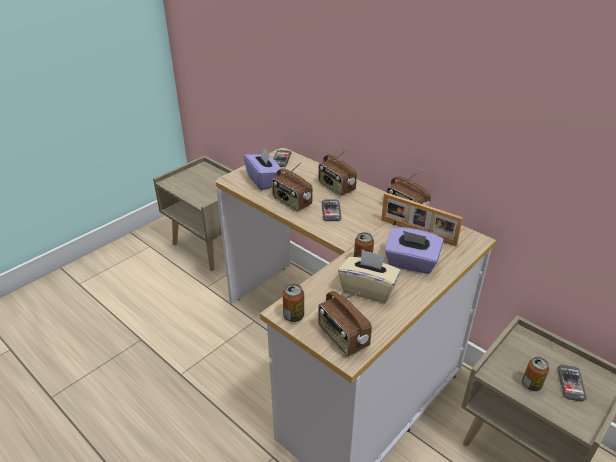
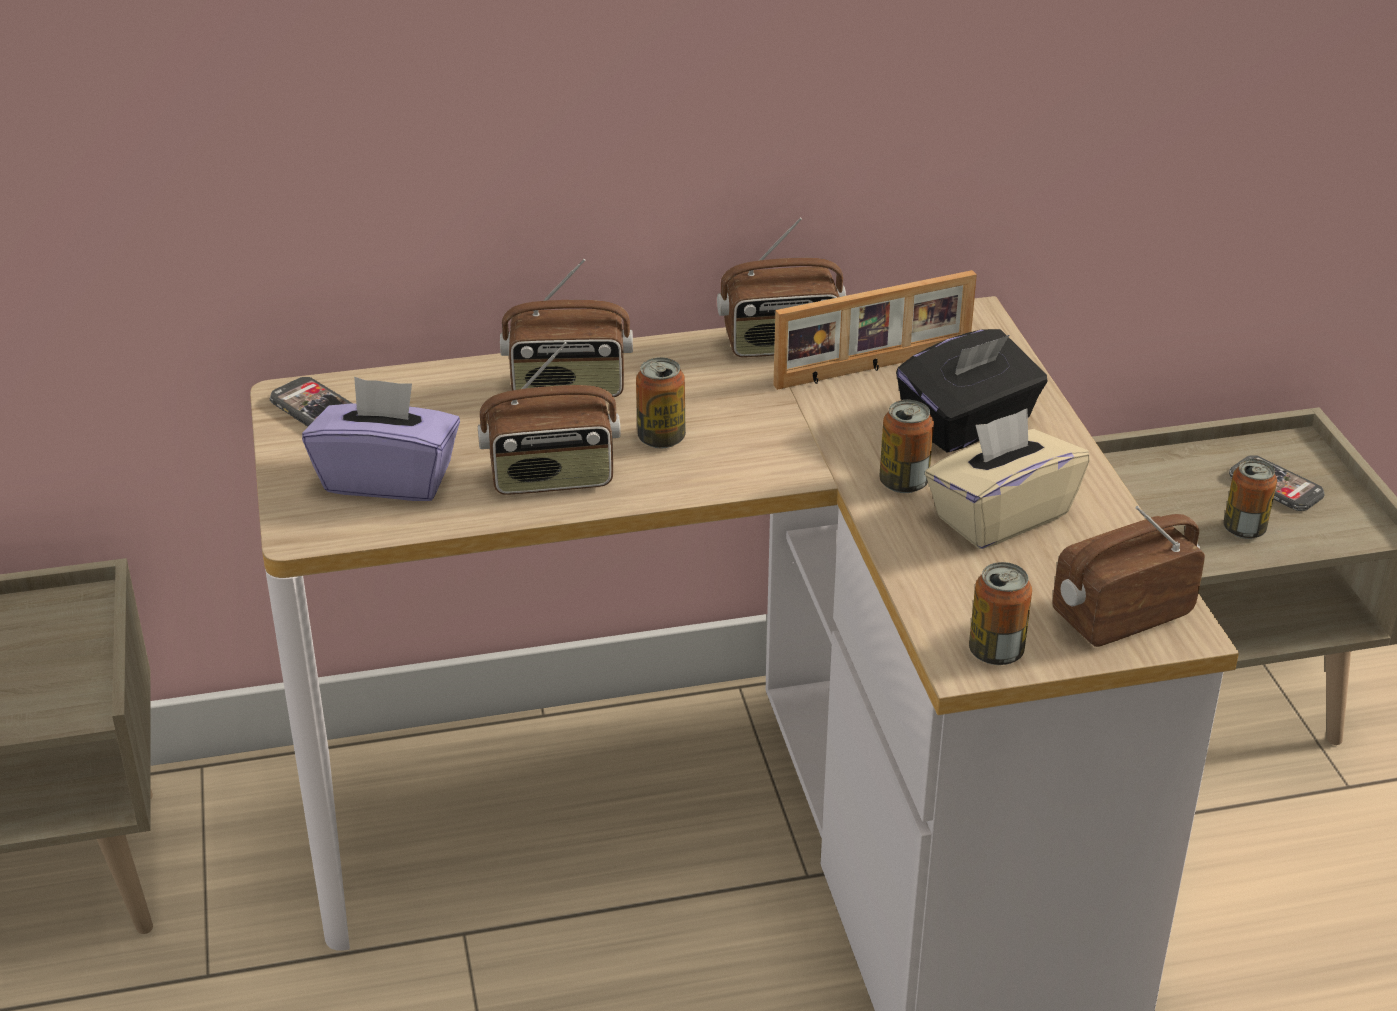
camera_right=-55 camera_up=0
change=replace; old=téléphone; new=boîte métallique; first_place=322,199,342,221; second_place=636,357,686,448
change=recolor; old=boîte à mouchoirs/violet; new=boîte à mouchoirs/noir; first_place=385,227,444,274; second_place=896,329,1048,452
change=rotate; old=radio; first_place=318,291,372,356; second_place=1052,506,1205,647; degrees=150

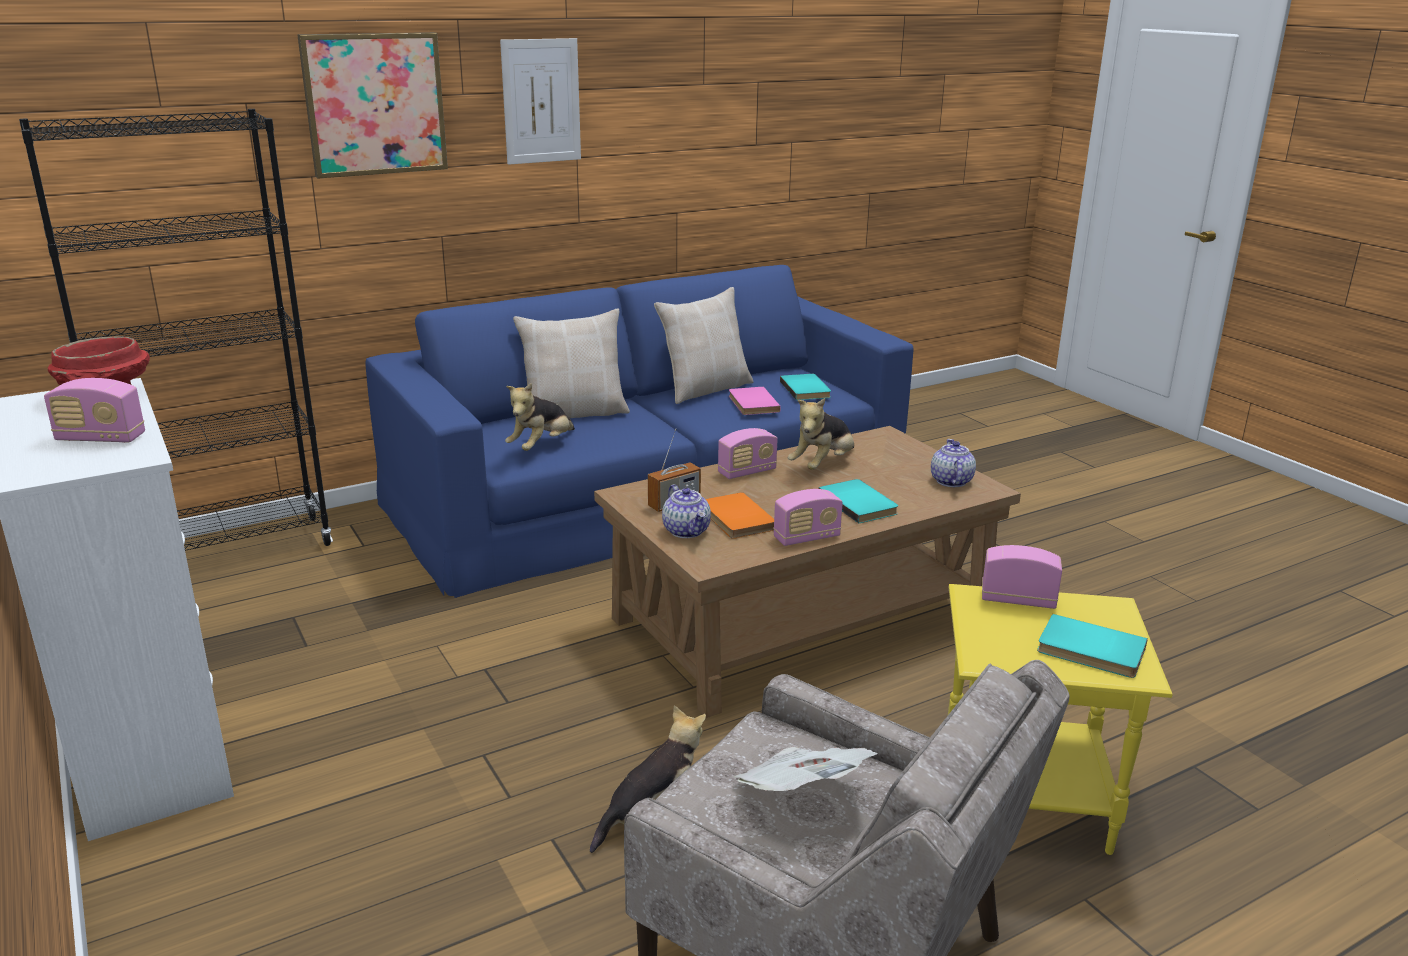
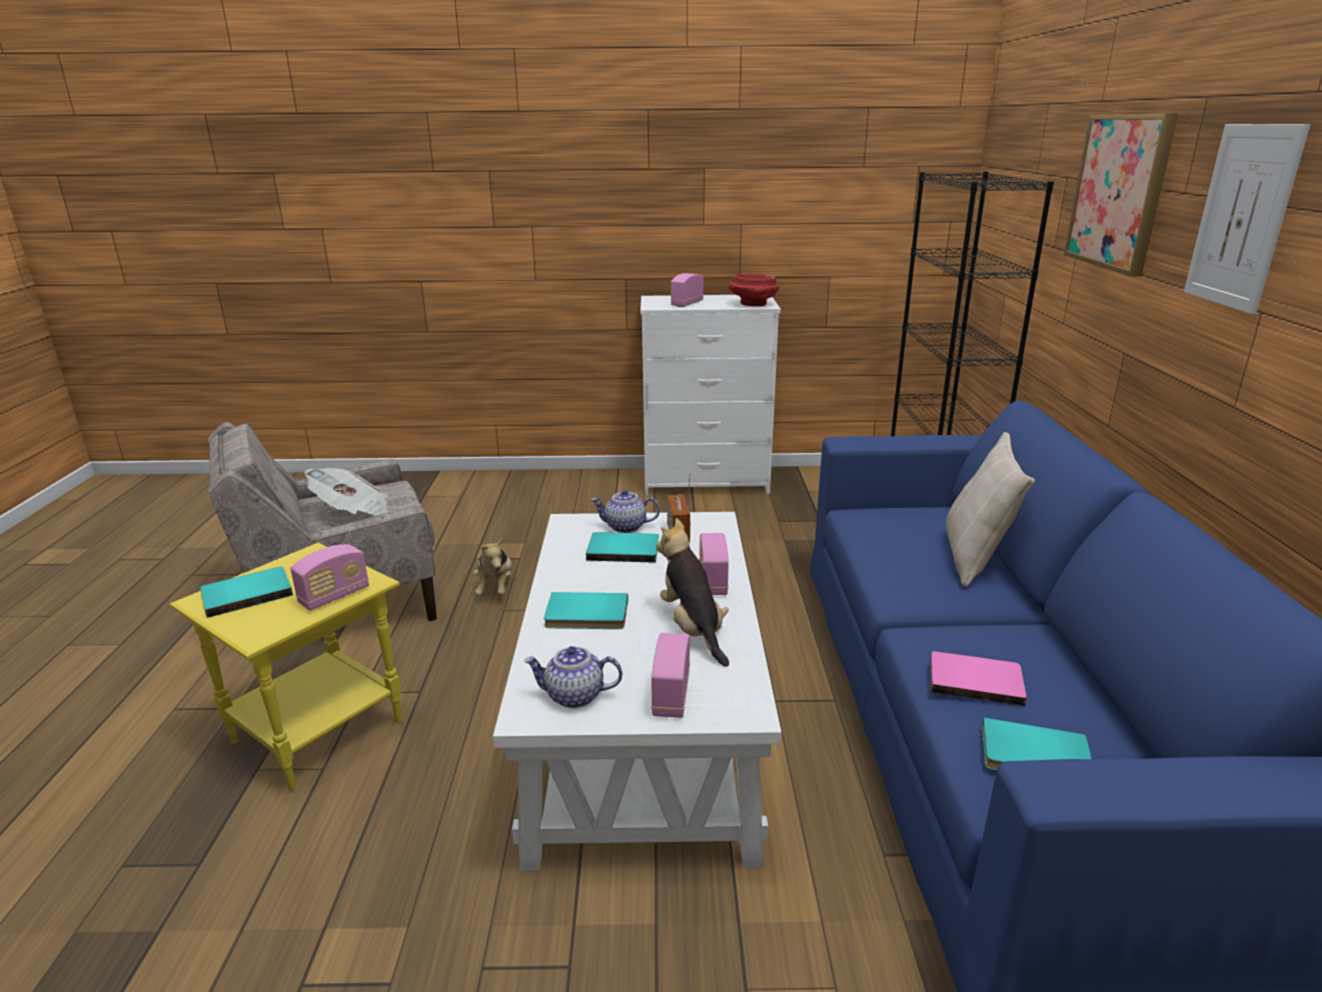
camera_right=120 camera_up=0
change=delete; old=peluche; first_place=505,383,575,451
change=delete; old=coussin/beige; first_place=654,287,754,404
change=move; old=radio; first_place=773,489,843,546; second_place=651,633,690,718
change=recolor; old=table basse/marron; new=table basse/blanc; first_place=594,426,1021,718; second_place=493,512,782,871
change=recolor; old=livre/orange; new=livre/turquoise; first_place=705,492,774,539; second_place=586,532,659,563
change=rotate; old=théière; first_place=931,439,976,487; second_place=524,646,622,708; degrees=150

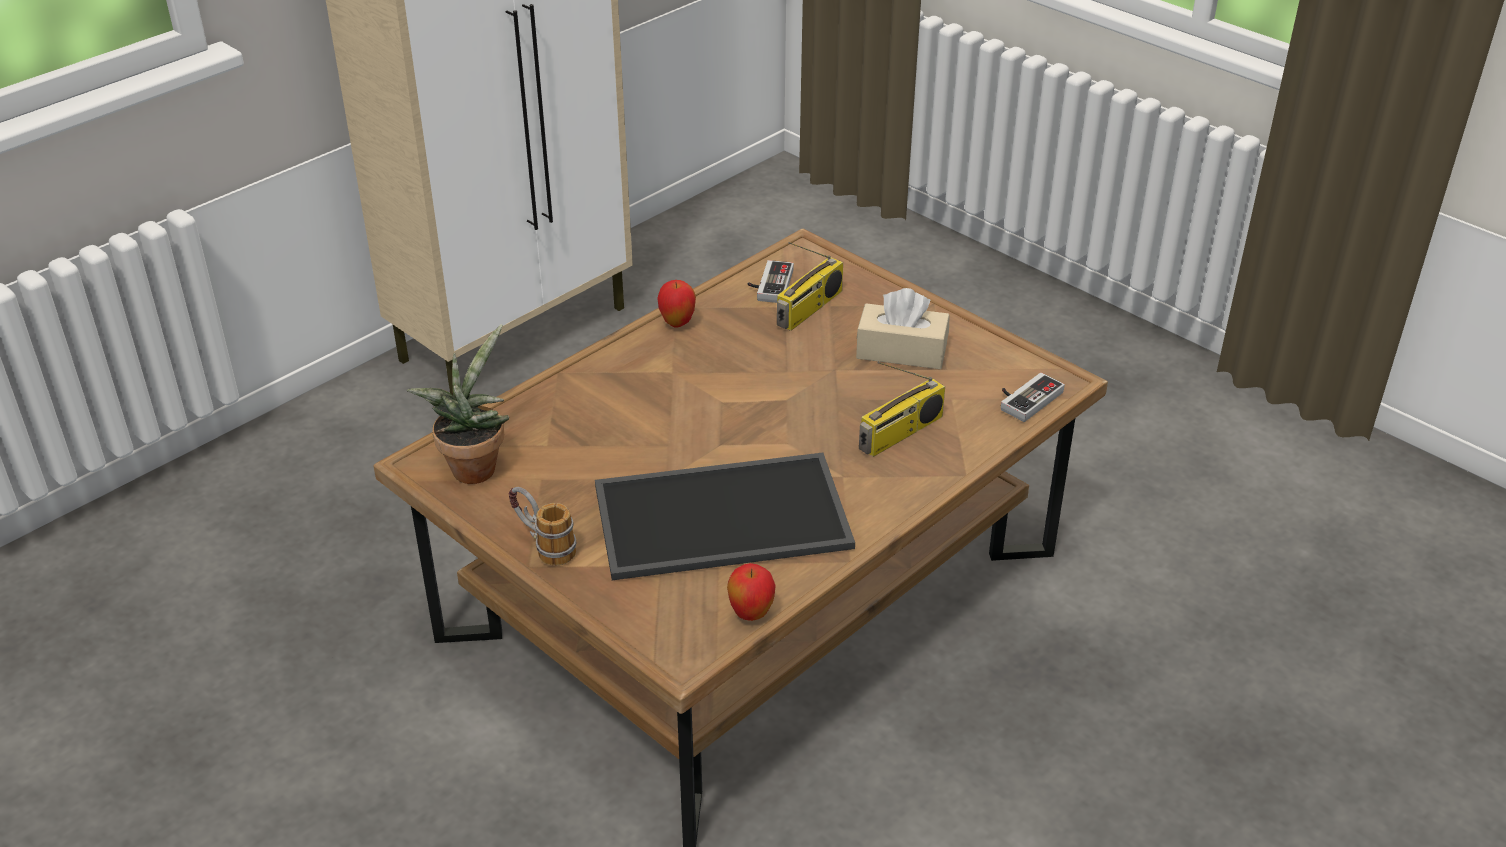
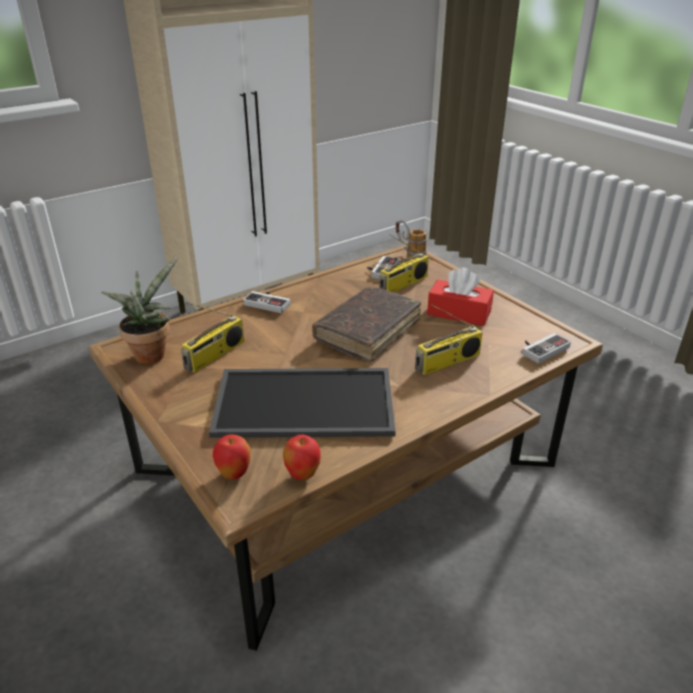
camera_right=10 camera_up=-5
change=insert; new=radio; second_place=181,302,244,373
change=insert; new=manette; second_place=243,291,290,313
change=insert; new=livre/marron; second_place=312,287,422,362
change=move; old=mug; first_place=509,487,576,565; second_place=396,220,427,258
change=move; old=pomme; first_place=657,280,696,327; second_place=213,434,251,480
change=recolor; old=boîte à mouchoirs/beige; new=boîte à mouchoirs/rouge; first_place=856,288,950,369; second_place=427,268,494,326

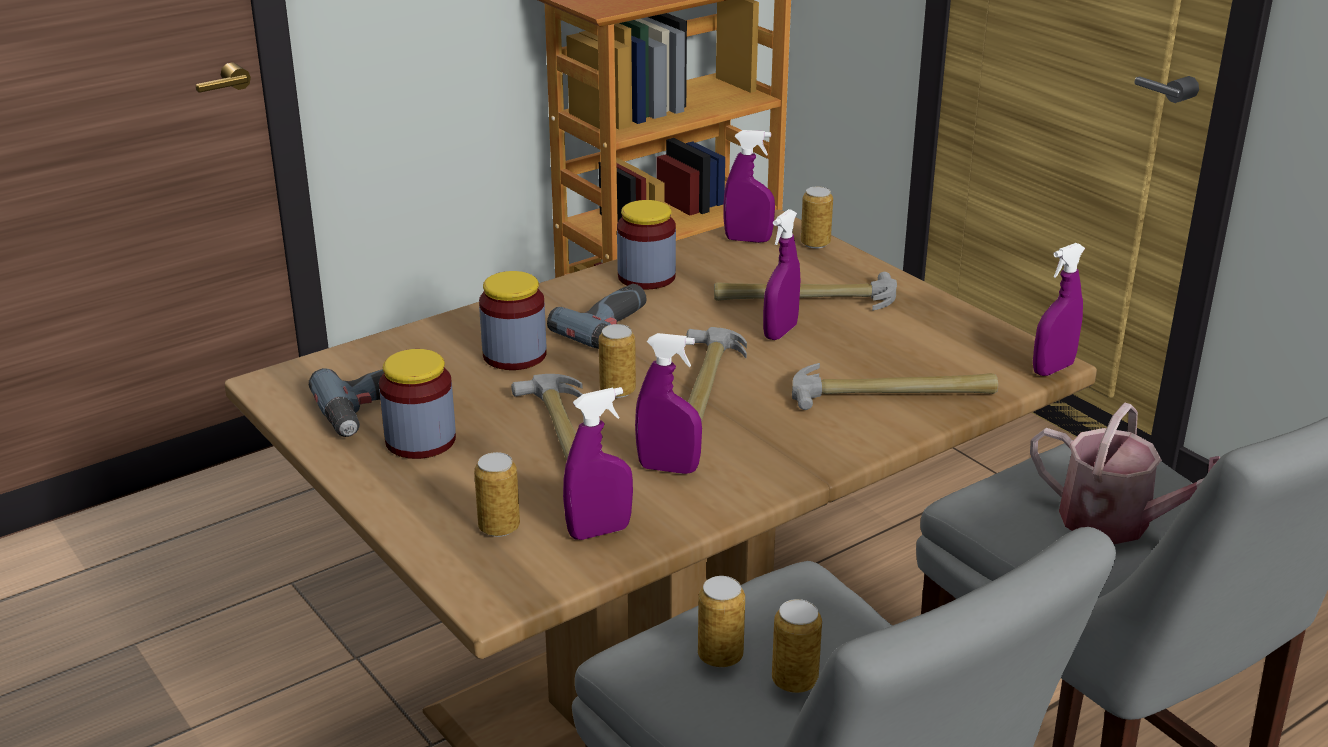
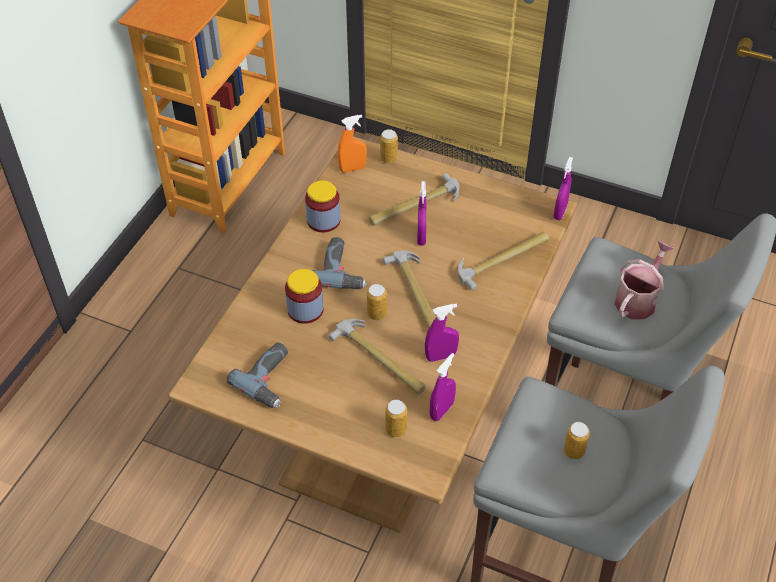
camera_right=-30 camera_up=20
change=delete; old=bocal; first_place=379,349,456,459
change=delete; old=boîte métallique; first_place=698,576,745,668
change=recolor; old=vaporisateur/violet; new=vaporisateur/orange; first_place=723,130,775,243; second_place=337,115,367,173
change=rotate; old=arrosoir; first_place=1030,403,1221,544; second_place=614,240,675,319; degrees=-60

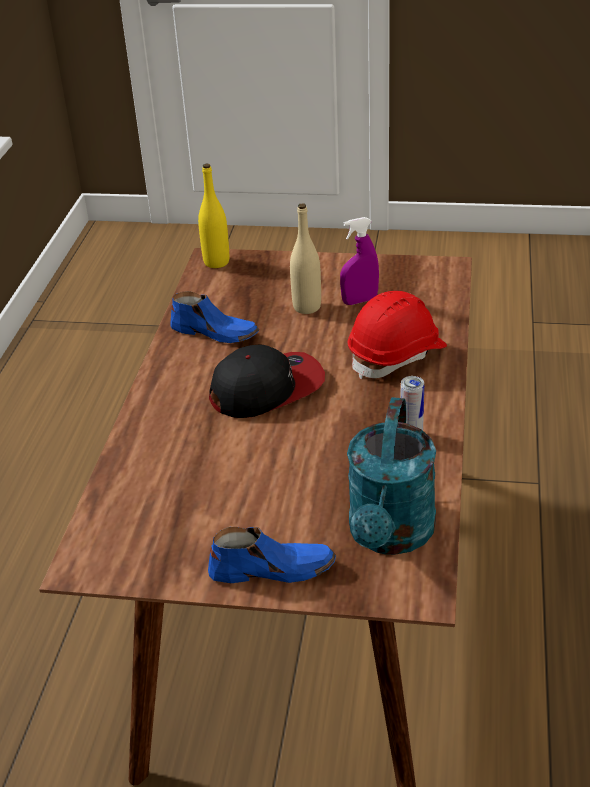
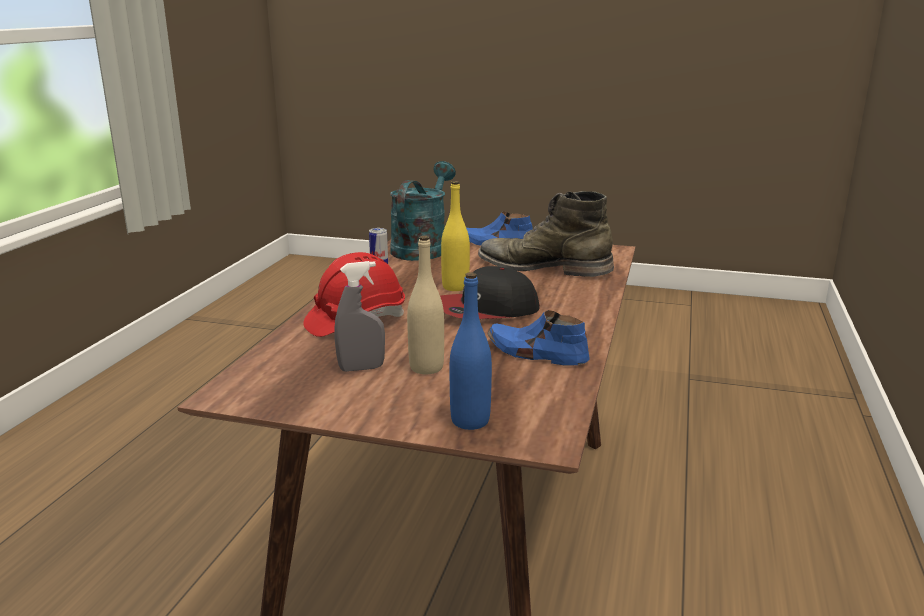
camera_right=-175 camera_up=-15
change=insert; new=bouteille/bleu; second_place=449,272,492,430
change=insert; new=botte/vert; second_place=478,191,614,277
change=move; old=bouteille/jaune; first_place=198,163,229,268; second_place=441,181,470,291
change=recolor; old=vaporisateur/violet; new=vaporisateur/gris; first_place=340,217,379,305; second_place=335,261,385,372

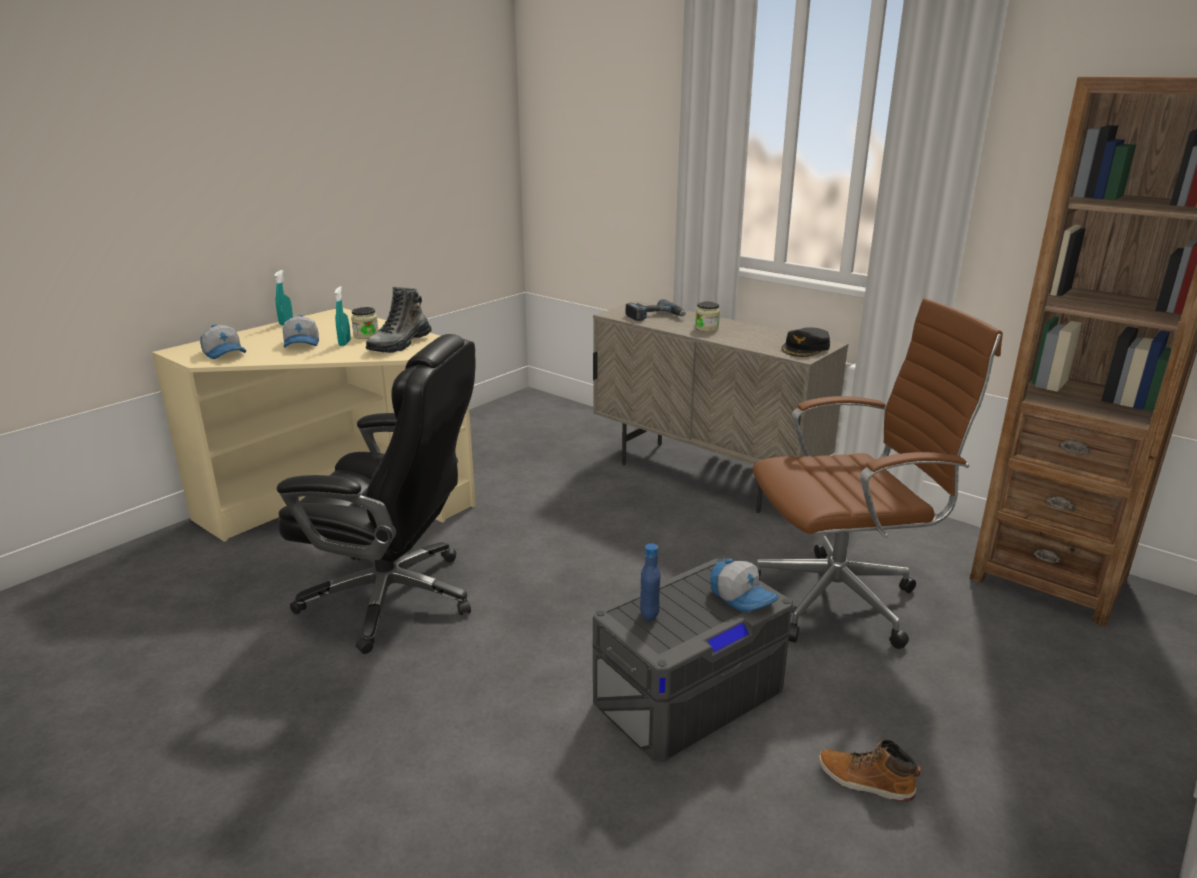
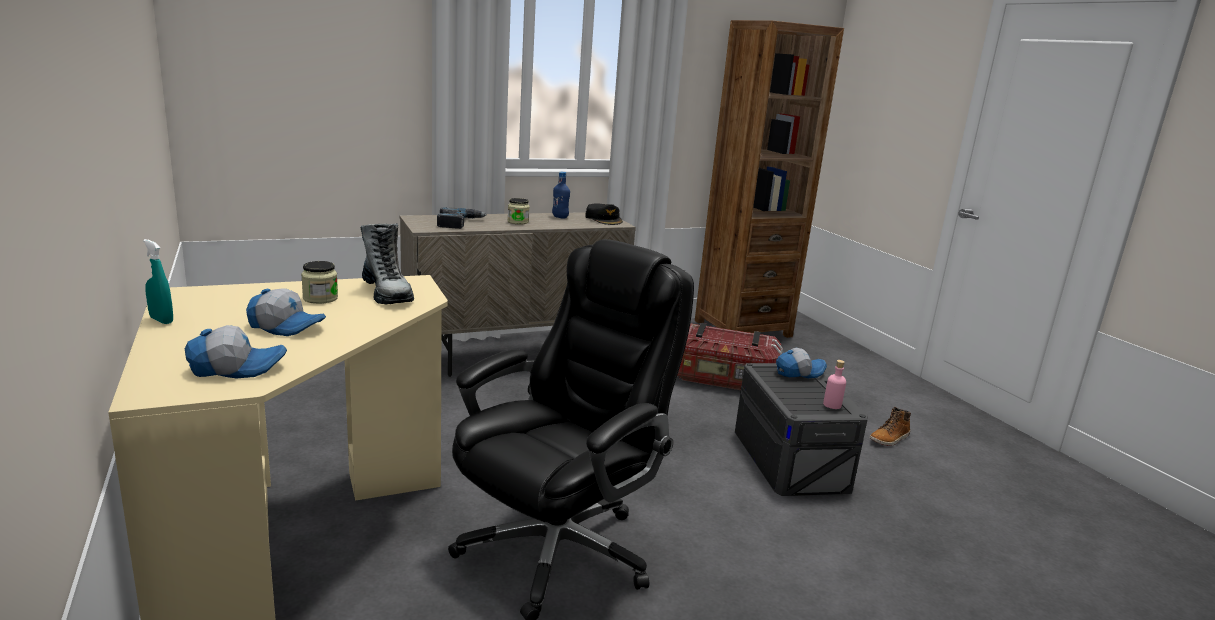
camera_right=-65 camera_up=-5
change=delete; old=vaporisateur/turquoise; first_place=334,286,351,346
change=insert; new=bouteille/rose; second_place=823,360,846,409
change=move; old=bouteille/bleu; first_place=640,543,660,621; second_place=552,172,570,219
change=replace; old=chaise de bureau/marron; new=boîte de rangement; first_place=753,298,1003,649; second_place=677,323,783,390

